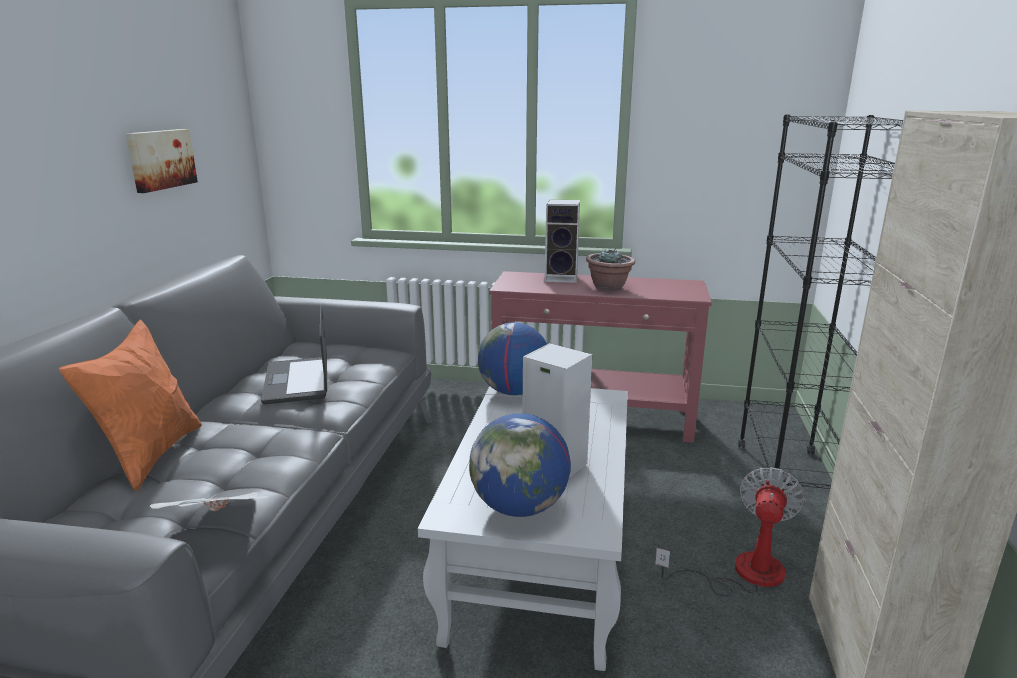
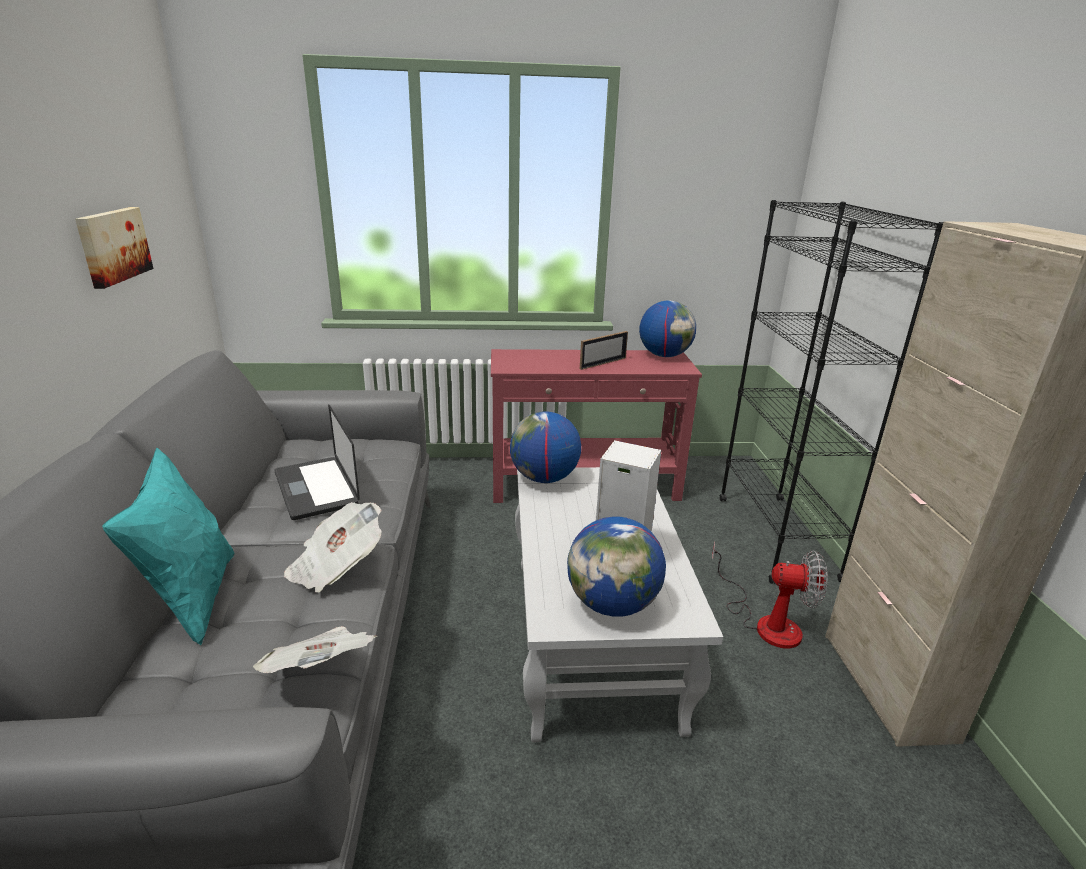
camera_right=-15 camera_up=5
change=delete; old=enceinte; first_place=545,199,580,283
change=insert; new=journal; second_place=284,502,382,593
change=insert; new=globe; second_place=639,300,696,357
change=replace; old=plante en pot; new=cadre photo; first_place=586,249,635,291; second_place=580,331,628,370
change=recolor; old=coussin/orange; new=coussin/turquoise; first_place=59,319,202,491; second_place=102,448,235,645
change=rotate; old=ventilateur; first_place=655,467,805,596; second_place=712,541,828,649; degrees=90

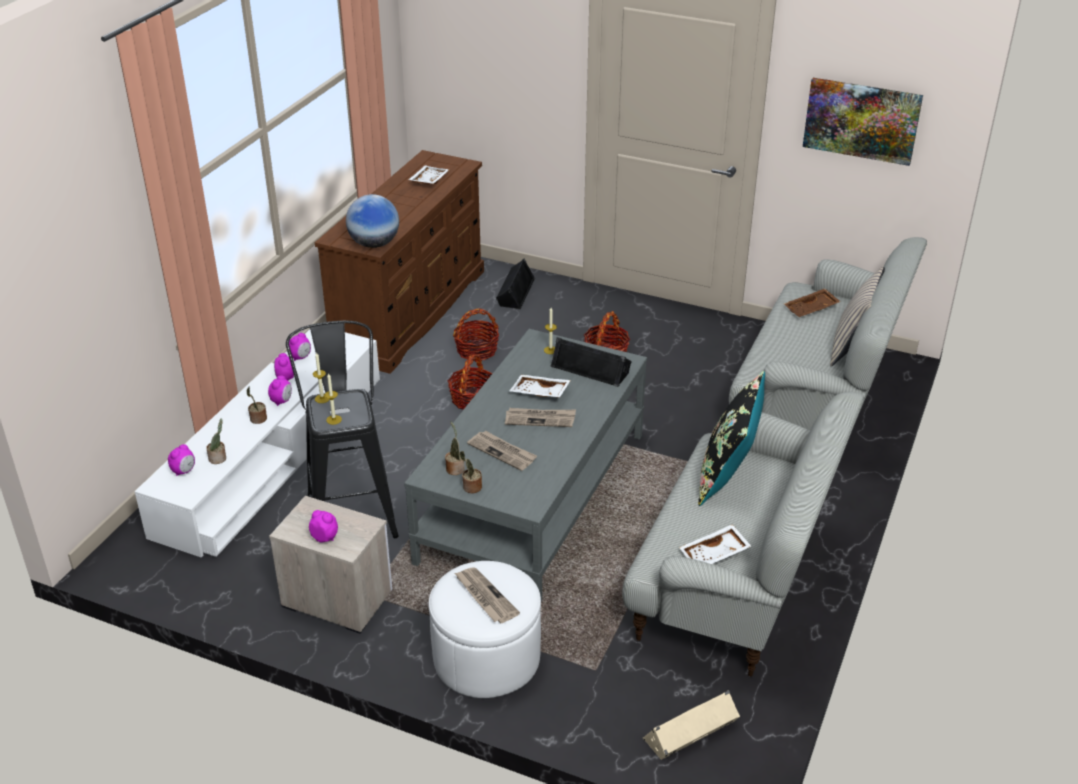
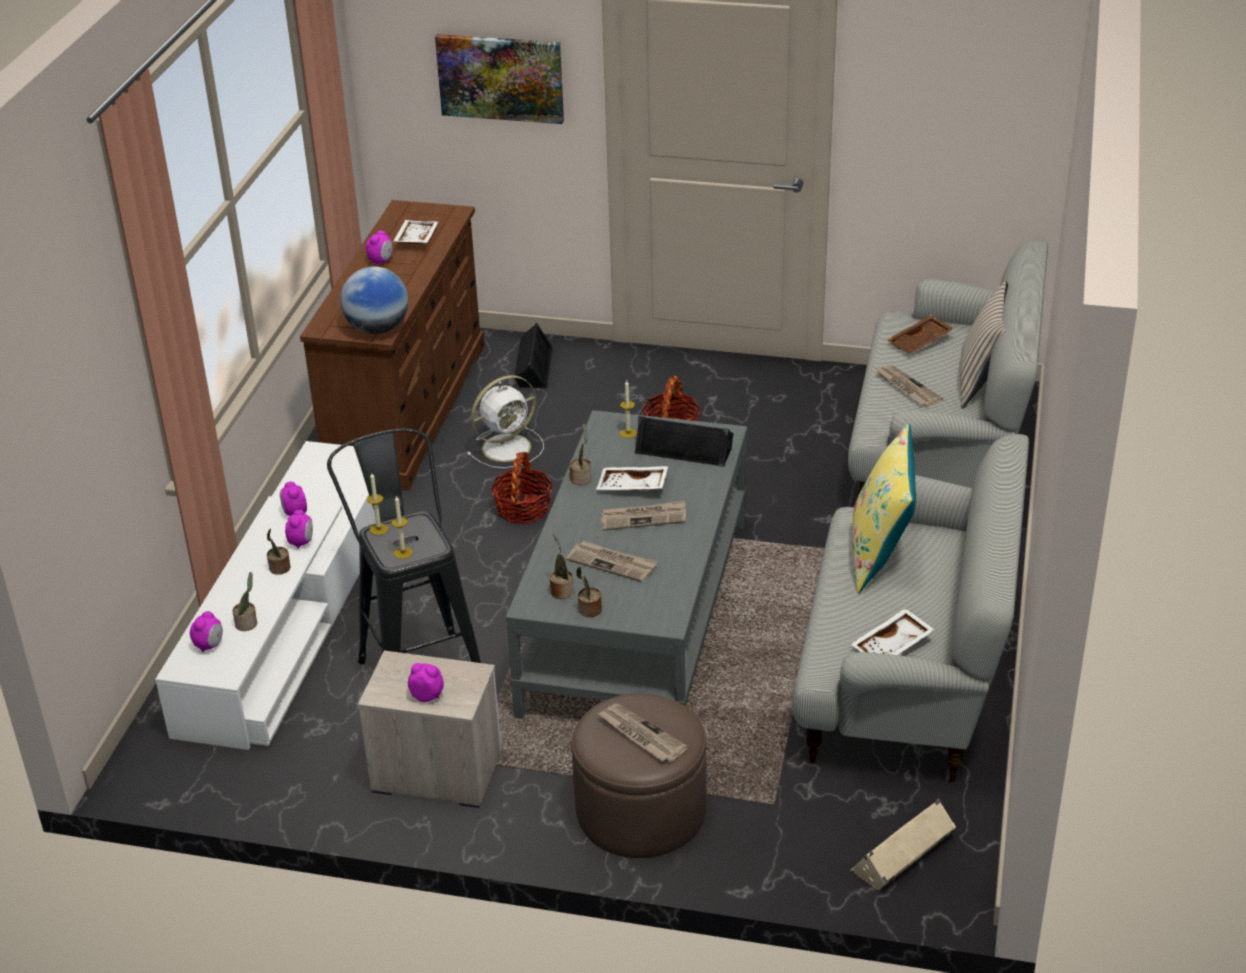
camera_right=-10 camera_up=0
change=insert; new=plante en pot; second_place=569,423,591,485
change=insert; new=journal; second_place=876,365,943,407
change=move; old=réveil; first_place=289,333,311,361; second_place=366,231,393,265
change=move; old=tableau; first_place=803,78,923,166; second_place=435,34,564,124
change=replace; old=panier; new=ventilateur/blanc; first_place=453,308,499,361; second_place=467,375,544,468
change=recolor; old=pouf/blanc; new=pouf/marron; first_place=429,561,541,698; second_place=571,693,707,858
change=recolor; old=coussin/noir; new=coussin/jaune; first_place=698,371,765,506; second_place=853,423,916,594

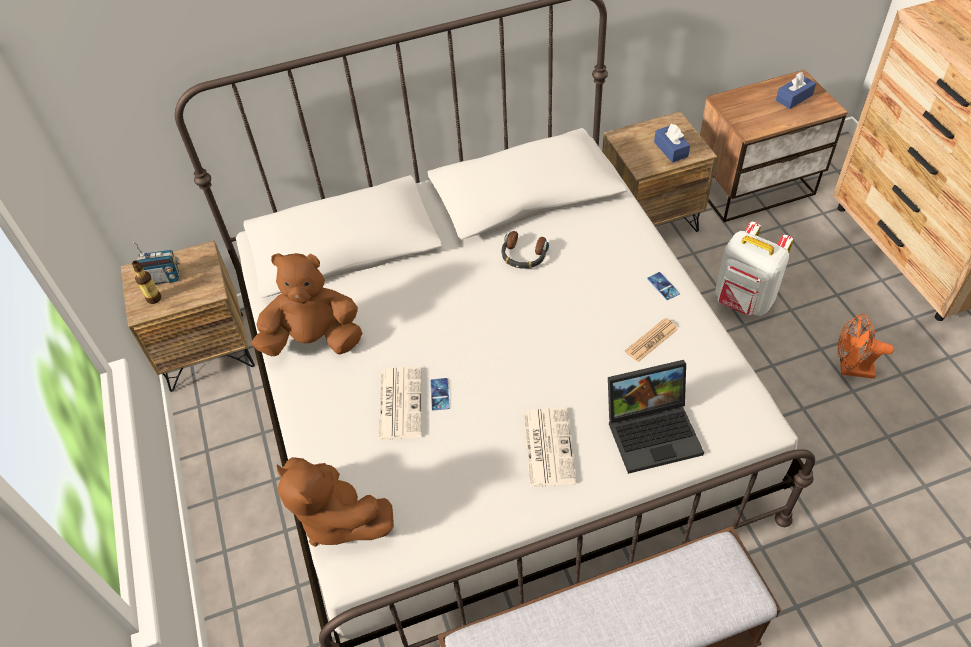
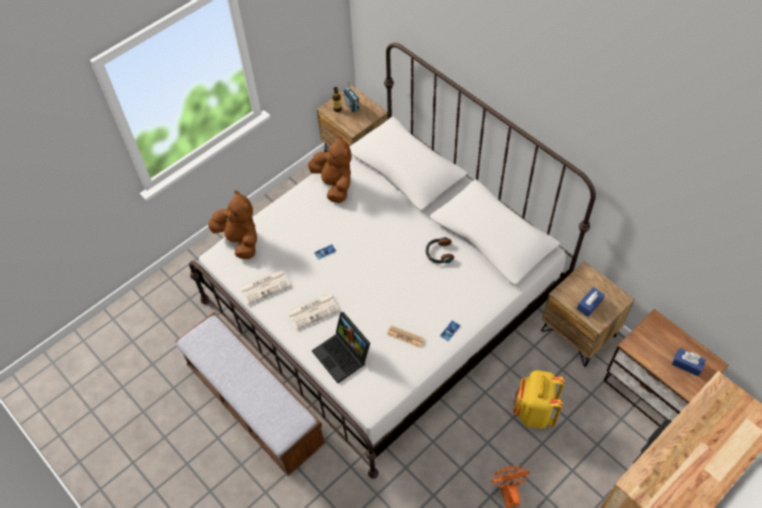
camera_right=65 camera_up=5
change=move; old=journal; first_place=378,366,422,440; second_place=239,269,290,305
change=recolor; old=sac à dos/blanc; new=sac à dos/jaune; first_place=715,222,793,316; second_place=513,370,565,429
change=rotate; old=peluche/marron; first_place=277,457,394,547; second_place=208,190,257,259; degrees=120

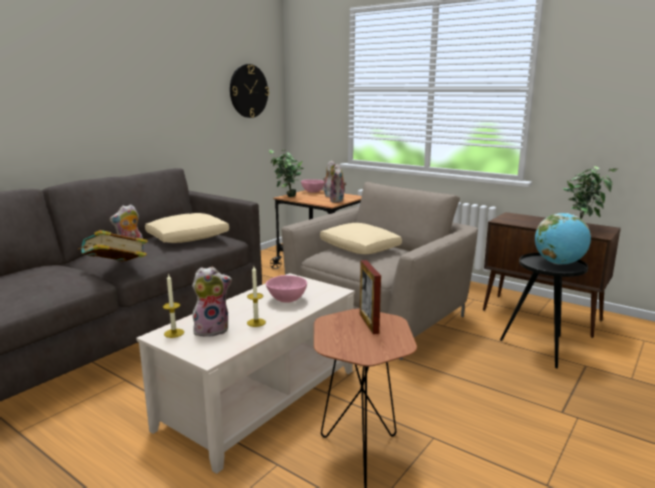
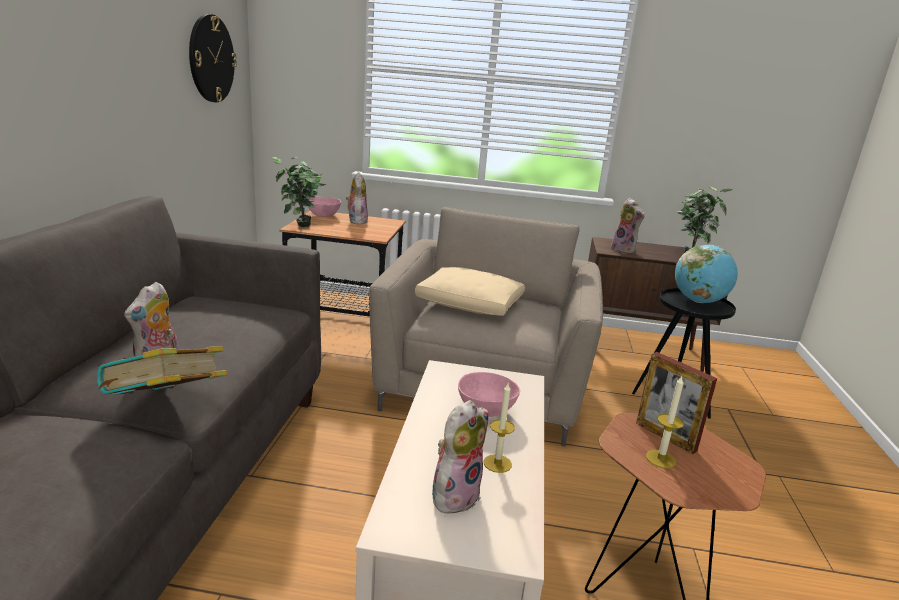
camera_right=-30 camera_up=5
change=delete; old=coussin/beige; first_place=145,213,229,243
change=move; old=bougie; first_place=163,273,184,338; second_place=646,376,684,468
change=move; old=peluche; first_place=330,164,347,203; second_place=611,198,645,254

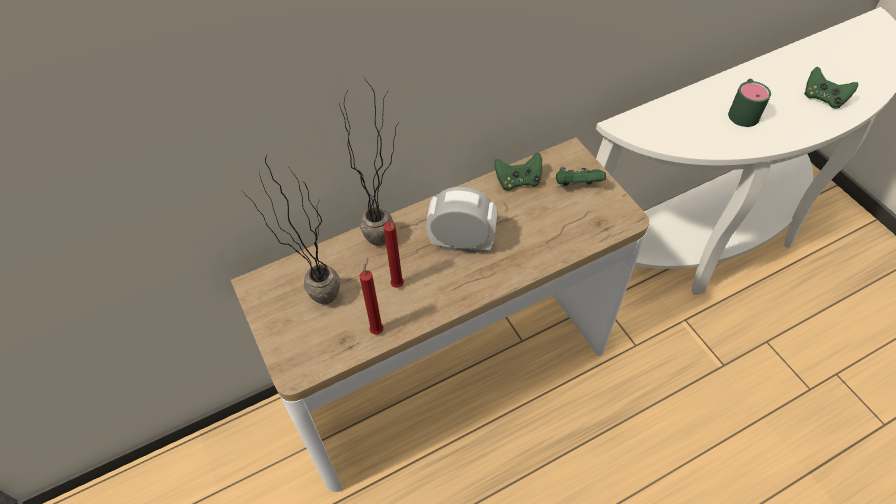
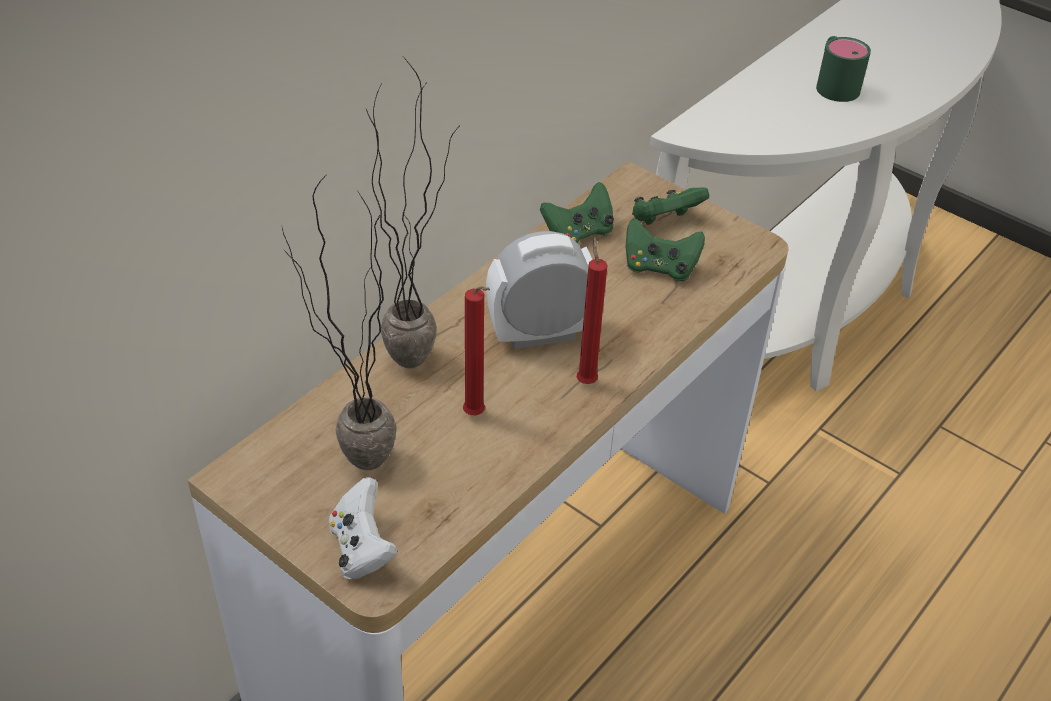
camera_right=-25 camera_up=-10
change=insert; new=manette/blanc; second_place=329,477,398,580
change=move; old=bougie/rouge; first_place=360,257,383,334; second_place=577,238,608,384
change=move; old=manette/vert; first_place=804,67,858,109; second_place=625,218,705,281

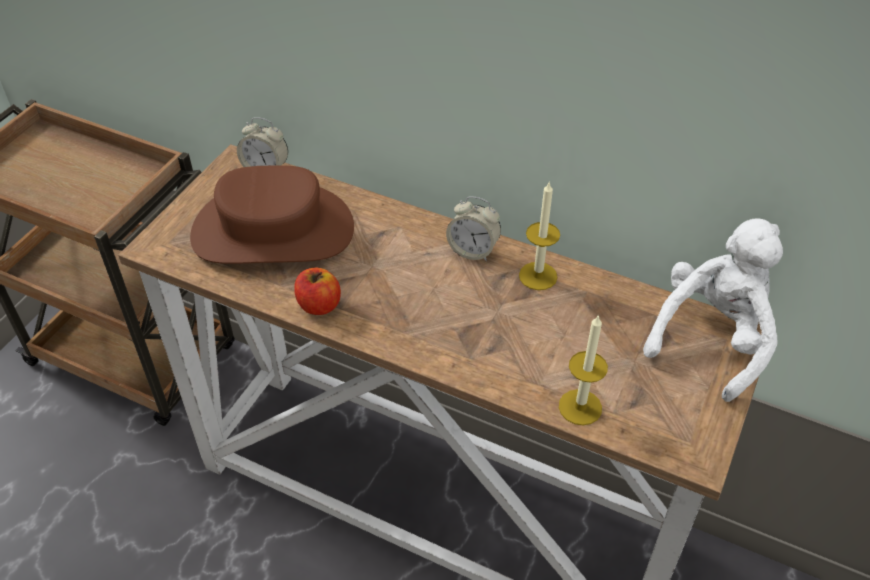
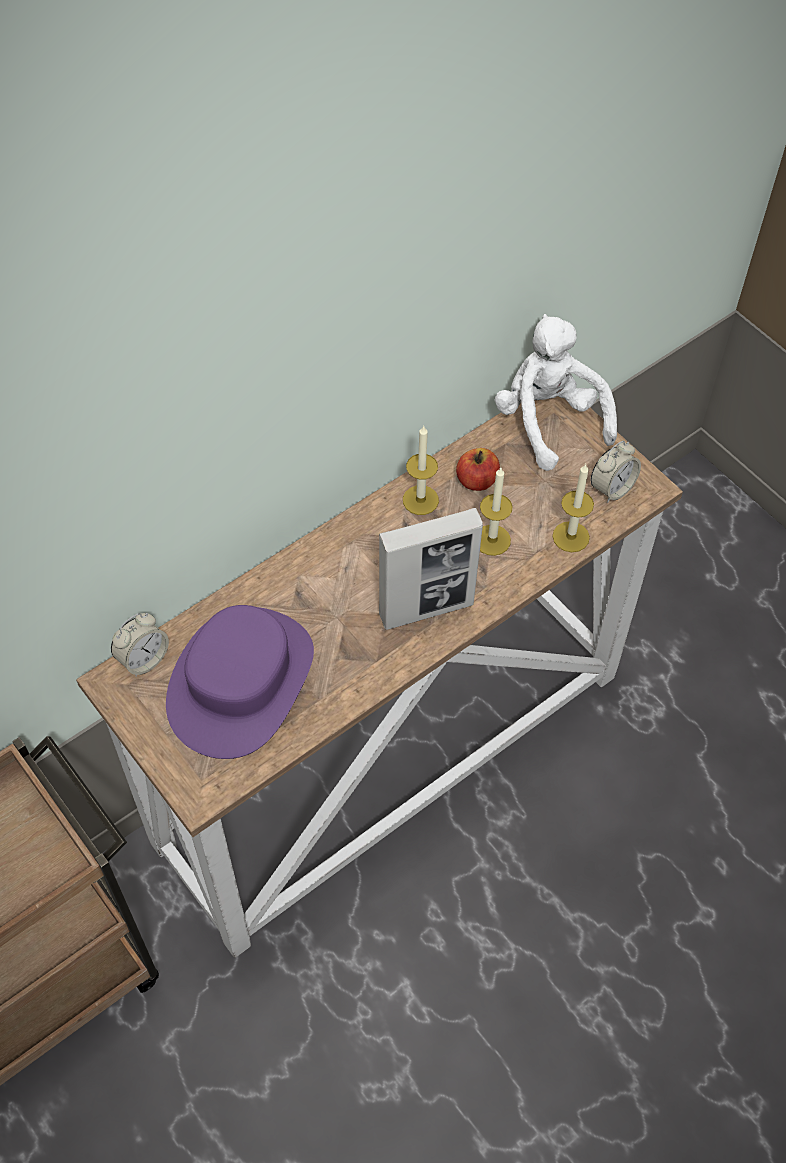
camera_right=-65 camera_up=10
change=insert; new=cadre photo; second_place=379,508,483,630
change=insert; new=bougie; second_place=480,468,512,556
change=move; old=pomme; first_place=294,268,341,315; second_place=456,448,500,491
change=move; old=réveil; first_place=446,197,501,261; second_place=591,441,641,503
change=recolor; old=chapeau/marron; new=chapeau/violet; first_place=190,165,354,264; second_place=166,605,314,759

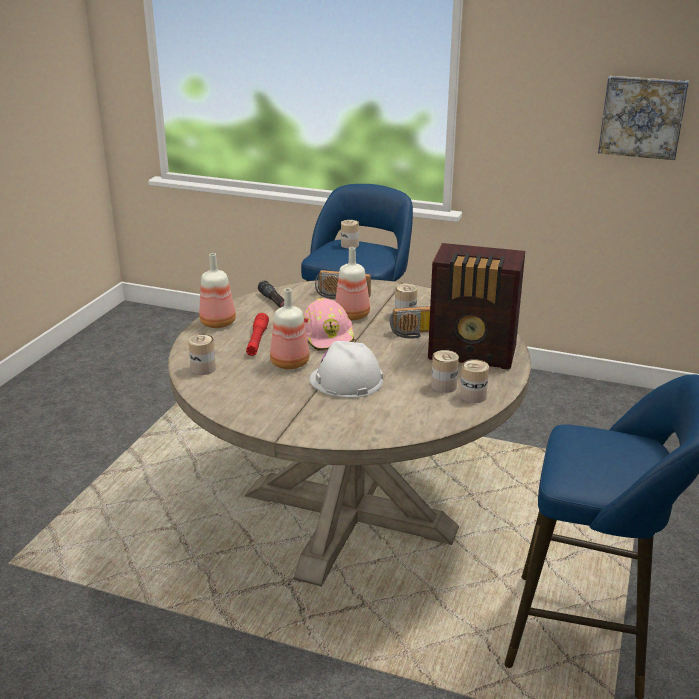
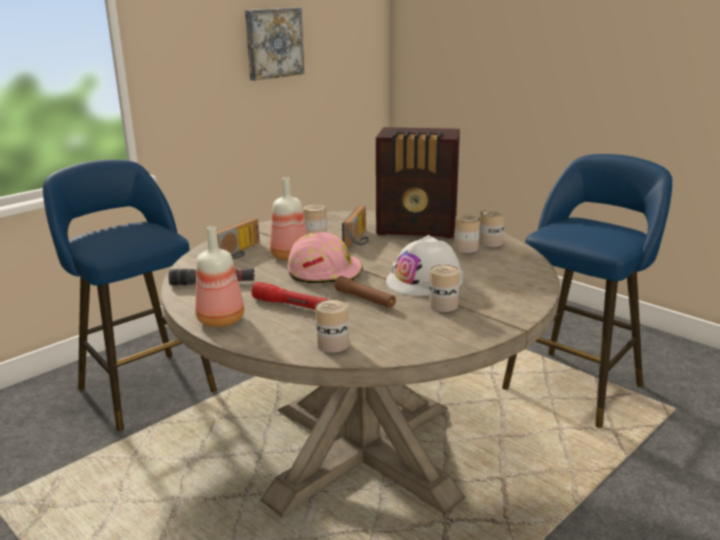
camera_right=-65 camera_up=-5
change=move; old=boîte métallique; first_place=341,220,359,249; second_place=429,265,460,312
change=replace; old=bouteille; new=lampe de poche/marron; first_place=270,288,310,369; second_place=334,276,396,308
change=rotate; old=radio; first_place=428,243,525,370; second_place=376,127,460,238; degrees=60

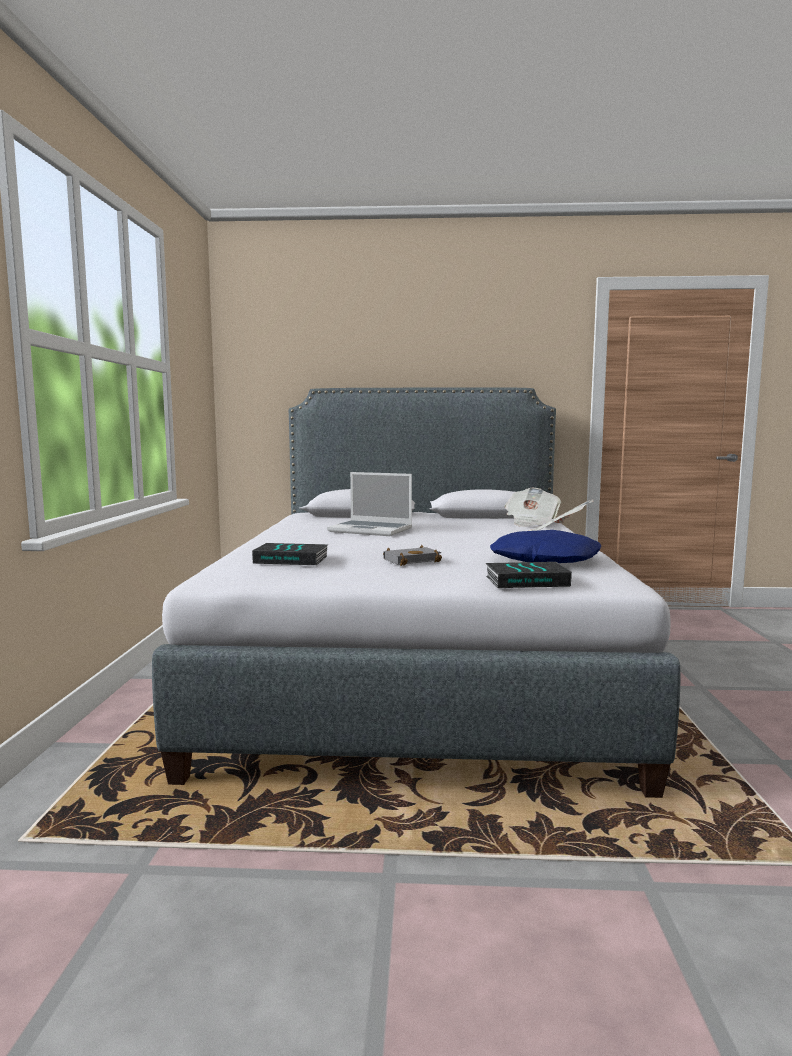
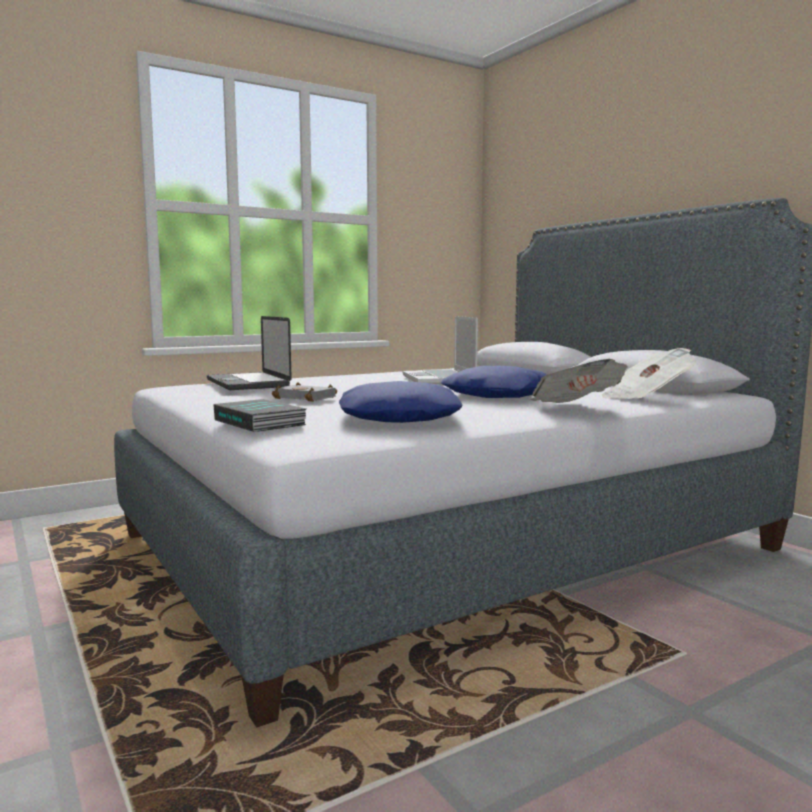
camera_right=55 camera_up=0
change=insert; new=coussin/bleu; second_place=441,366,547,398
change=replace; old=livre; new=ordinateur portable; first_place=252,543,328,565; second_place=207,316,292,390

